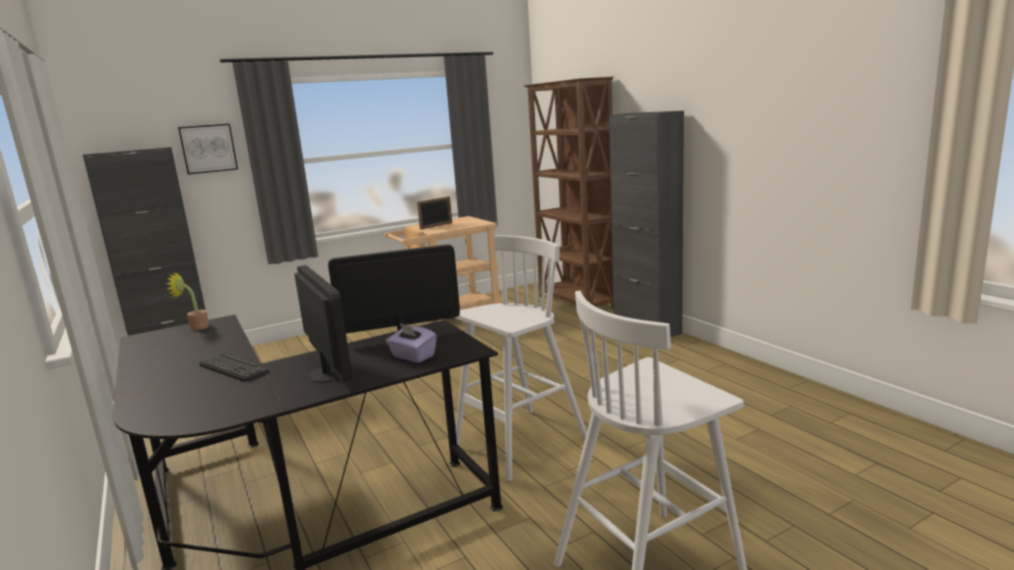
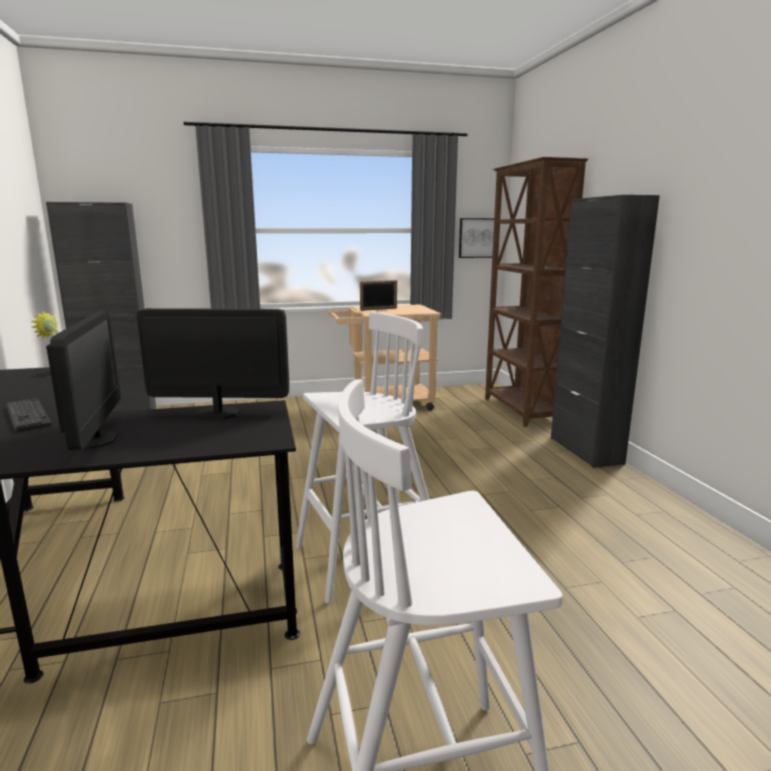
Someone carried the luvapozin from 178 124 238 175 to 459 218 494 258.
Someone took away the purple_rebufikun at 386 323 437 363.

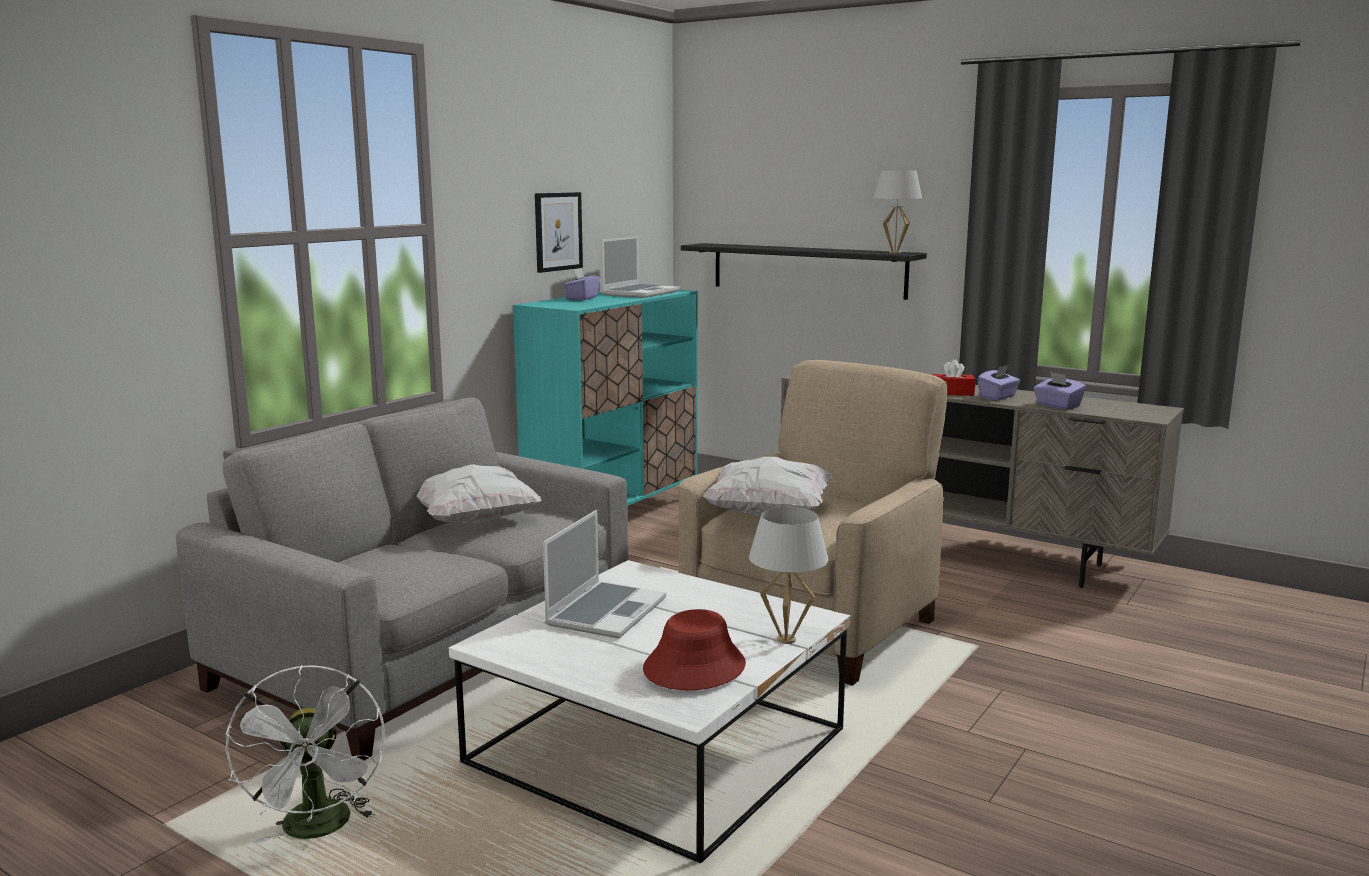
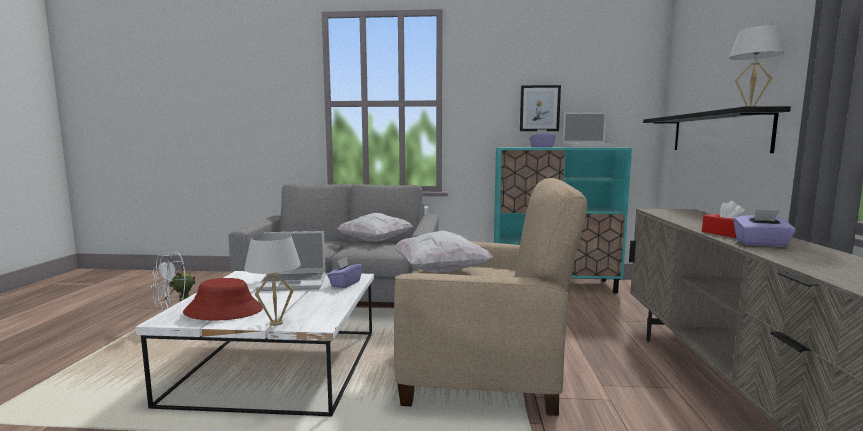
Someone carried the purple_rebufikun from 1034 372 1086 409 to 327 257 362 288.

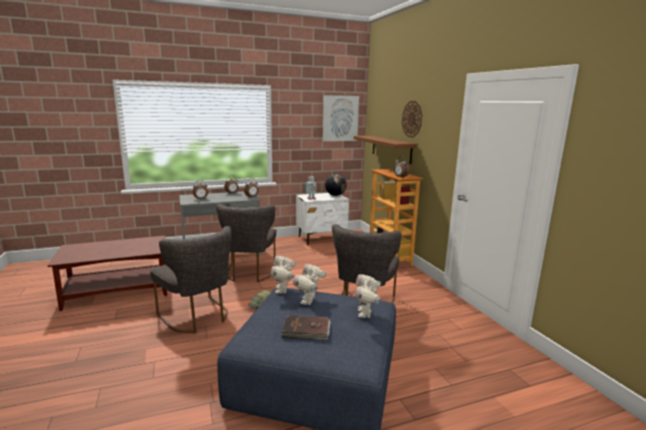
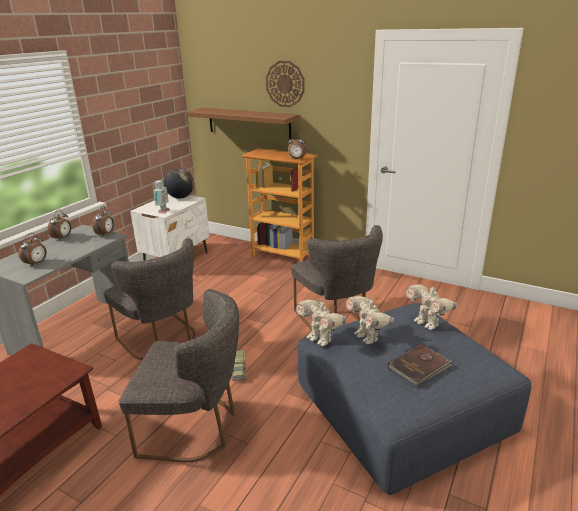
Someone took away the luvapozin at 323 95 359 141.

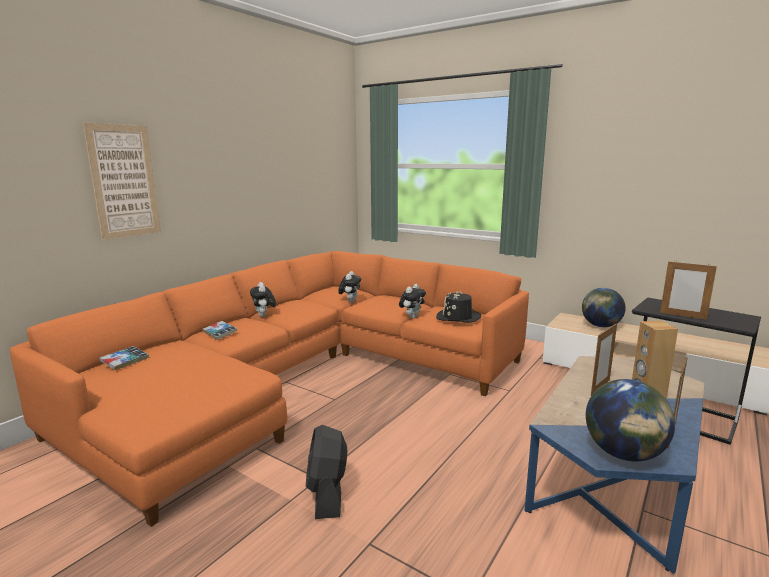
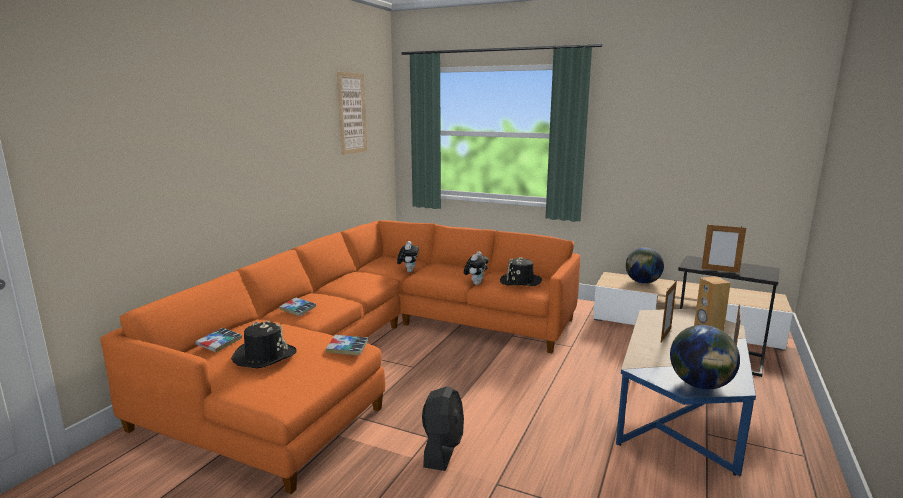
Someone carried the luvapozin from 83 123 161 240 to 337 72 367 155.
Someone took away the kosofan at 250 282 276 317.
Someone rotated the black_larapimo at 306 425 347 519 by 150 degrees counterclockwise.
Someone put down the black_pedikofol at 231 320 297 368.
Someone put down the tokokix at 326 335 368 355.

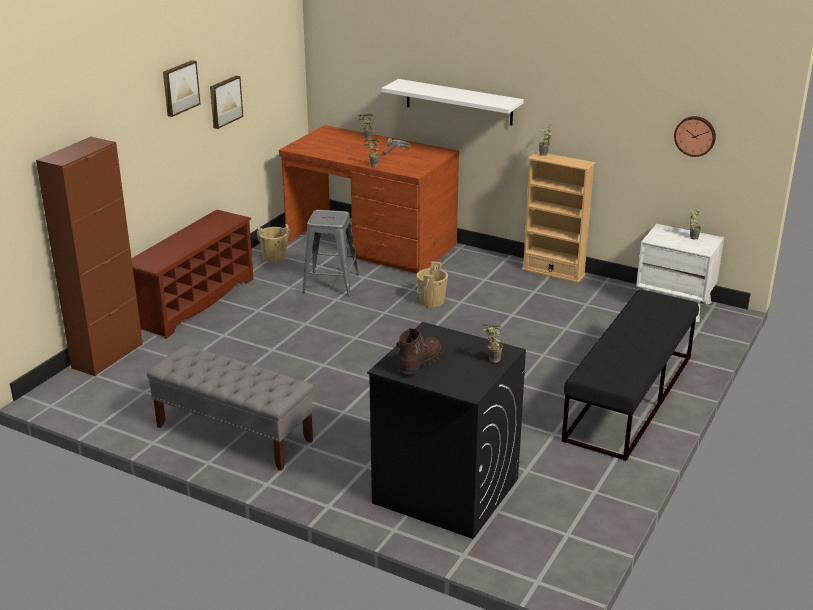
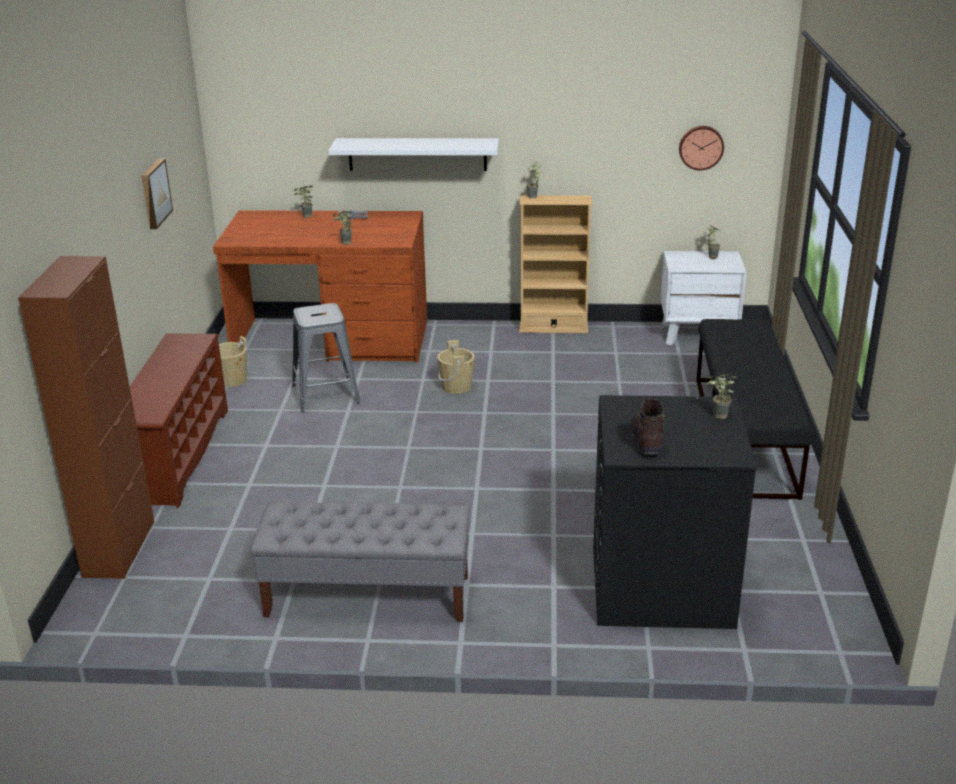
Someone took away the luvapozin at 163 60 201 117.

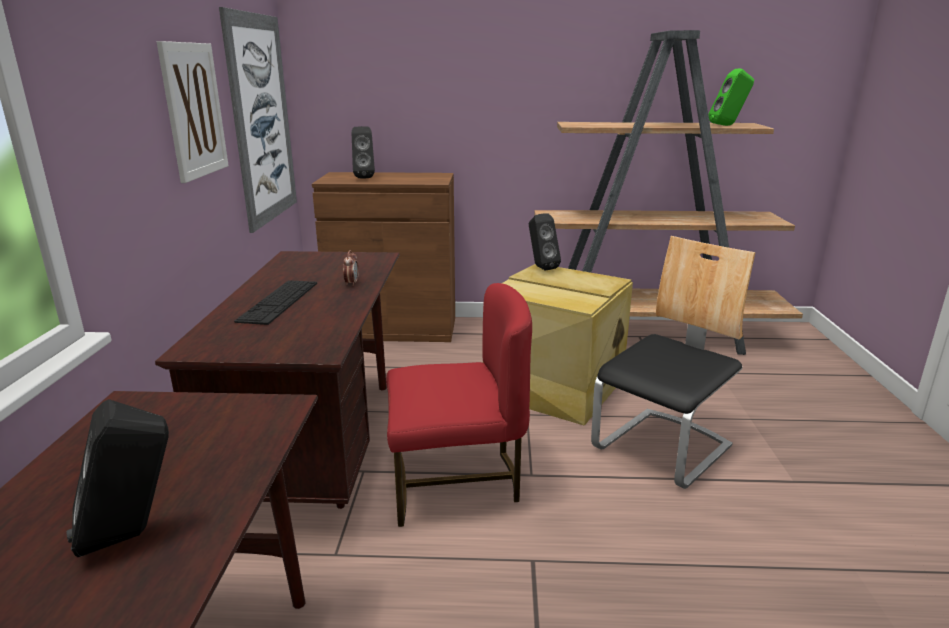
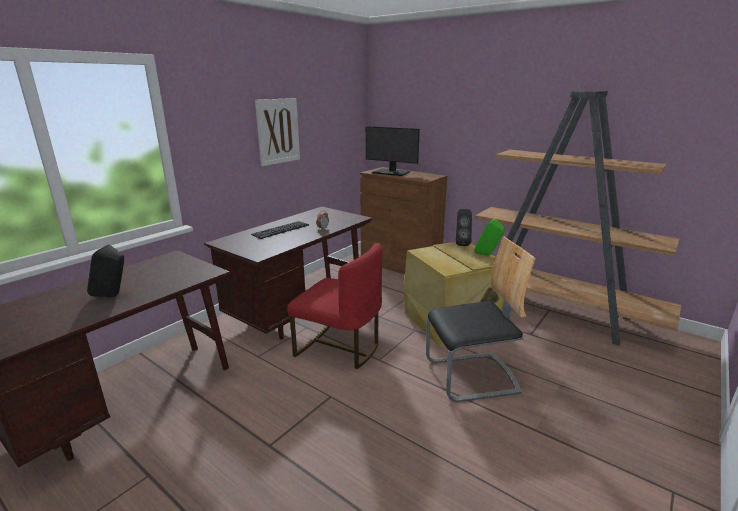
Someone took away the luvapozin at 219 7 297 233.
Someone swapped the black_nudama at 352 126 375 179 for the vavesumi at 366 126 420 176.
Someone carried the green_nudama from 709 69 754 126 to 474 219 505 256.

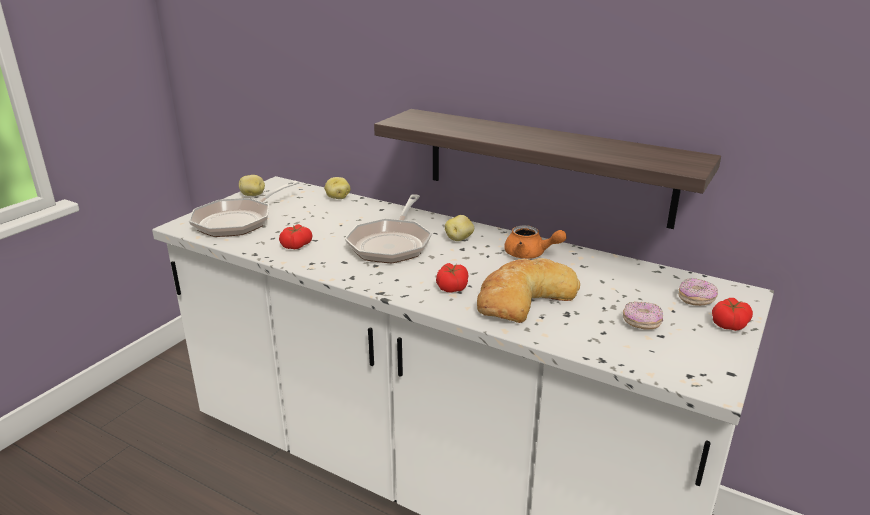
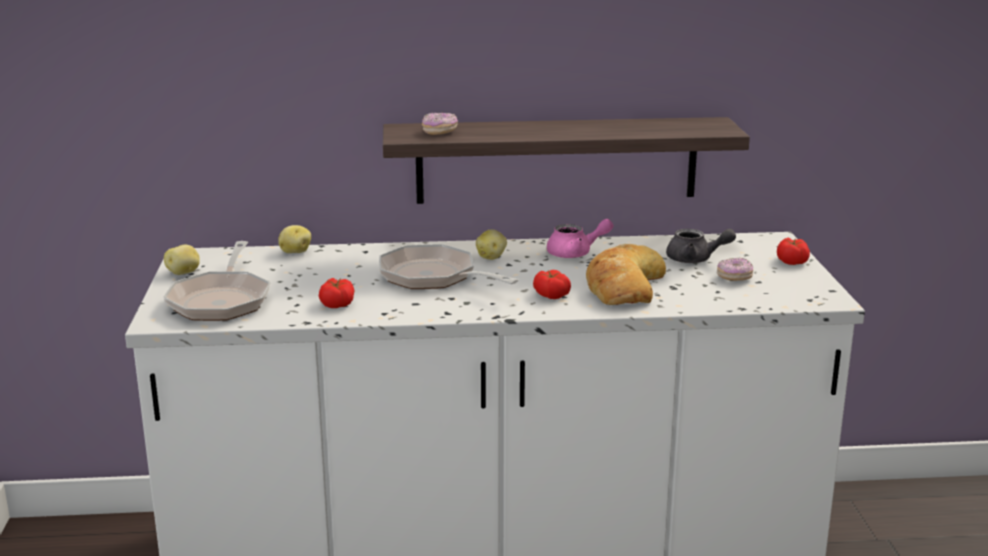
Someone rotated the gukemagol at 345 194 432 263 by 150 degrees clockwise.
Someone repainted the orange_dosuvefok at 504 225 567 259, which became the pink_dosuvefok at 547 219 614 258.
Someone carried the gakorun from 678 278 718 306 to 422 113 458 135.
Someone put down the grey_dosuvefok at 666 229 736 263.

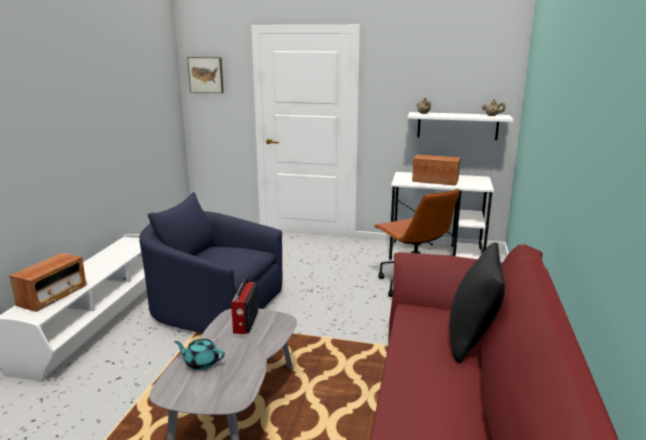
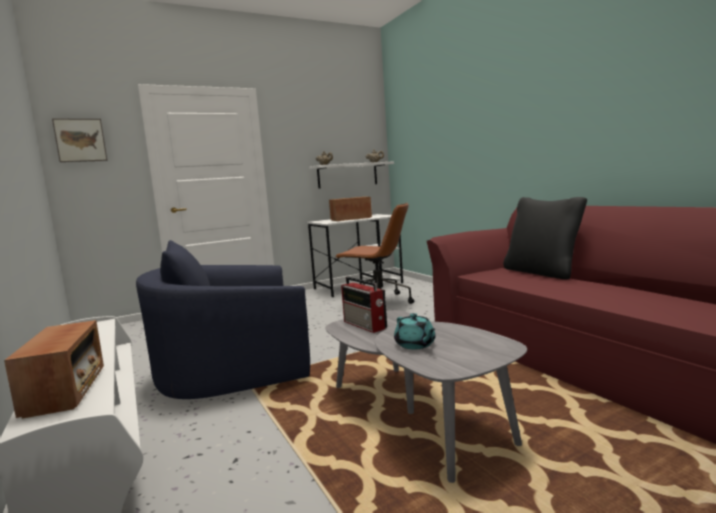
Someone rotated the turquoise_dosuvefok at 174 339 225 370 by 90 degrees counterclockwise.

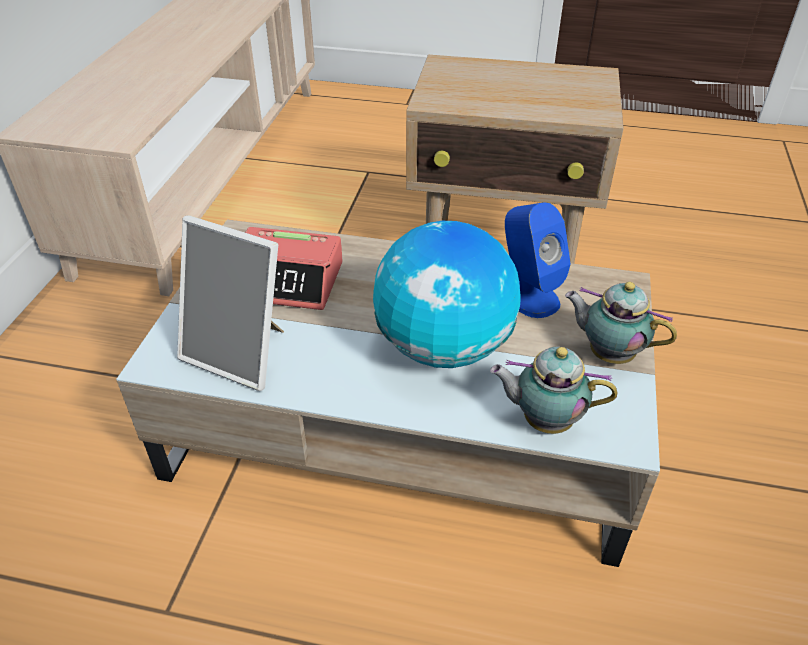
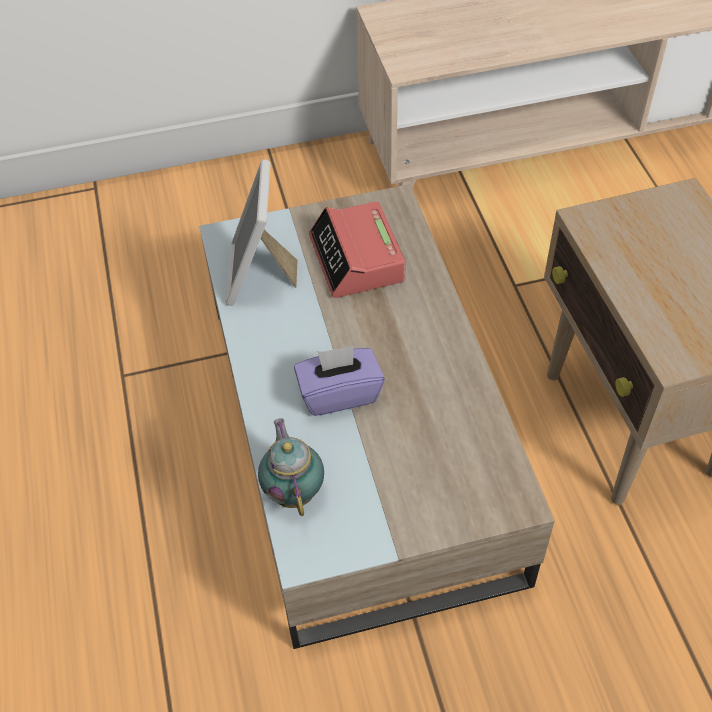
Someone swapped the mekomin at 373 221 521 368 for the purple_rebufikun at 294 346 385 416.
Someone took away the blue_nudama at 505 202 571 318.
Someone took away the dosuvefok at 565 282 677 364.

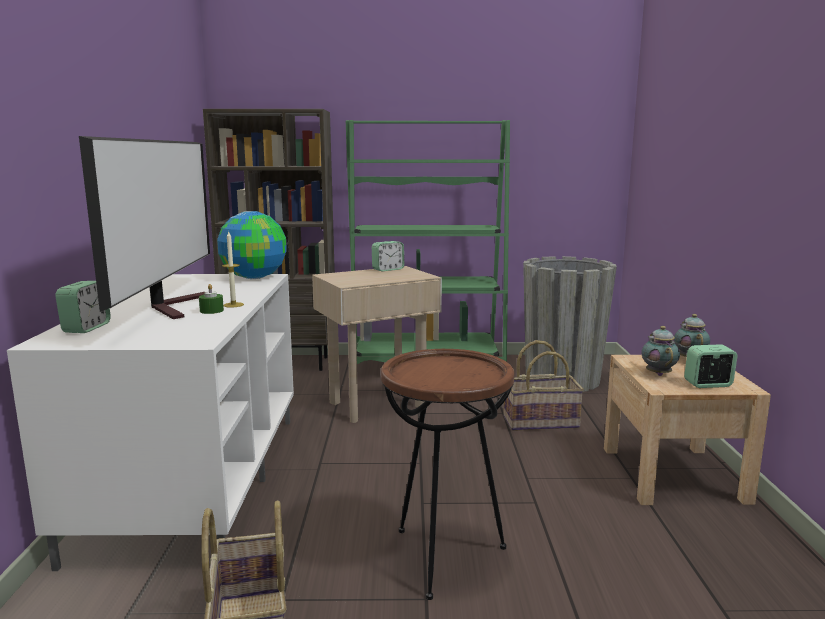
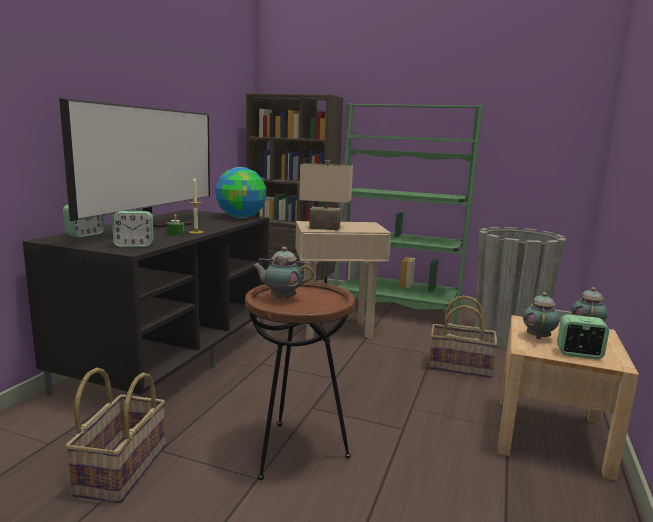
Someone repainted the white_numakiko at 7 274 294 571, which became the black_numakiko at 22 210 269 397.
Someone carried the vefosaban from 372 241 404 272 to 112 211 154 247.
Someone put down the dosuvefok at 252 247 314 300.
Someone put down the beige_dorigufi at 299 160 353 230.

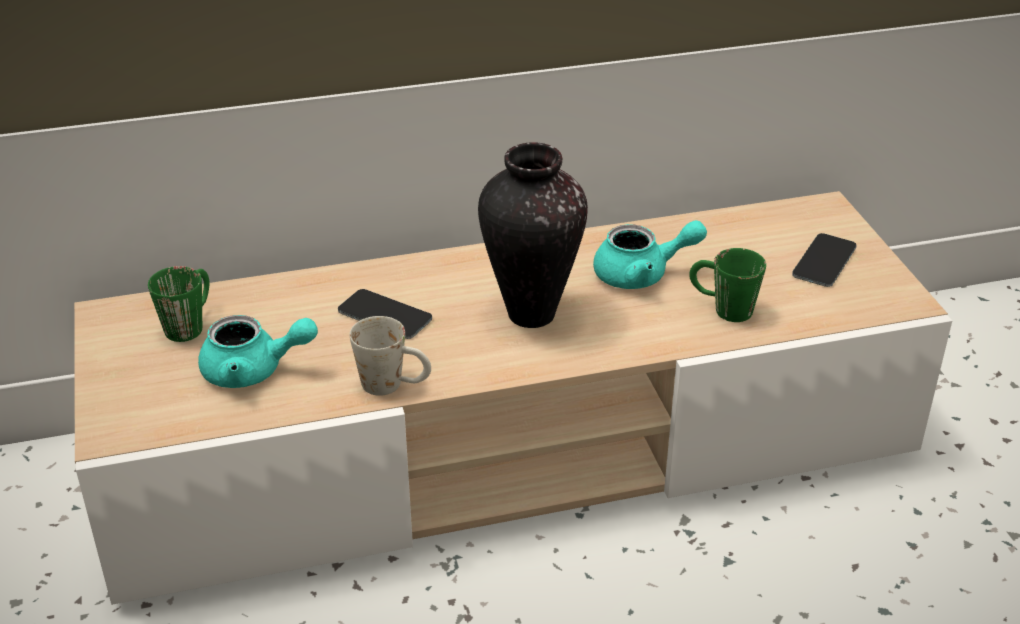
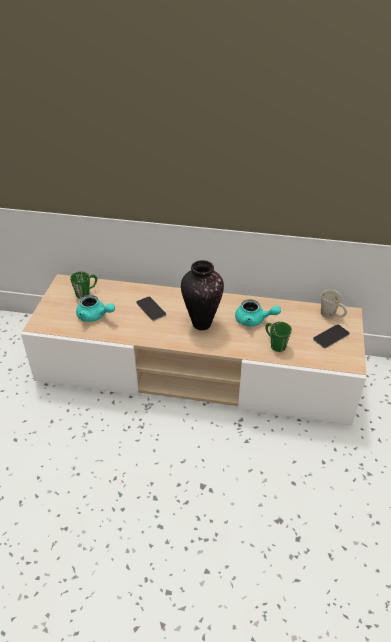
Someone carried the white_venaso from 350 316 431 396 to 321 290 347 318.

